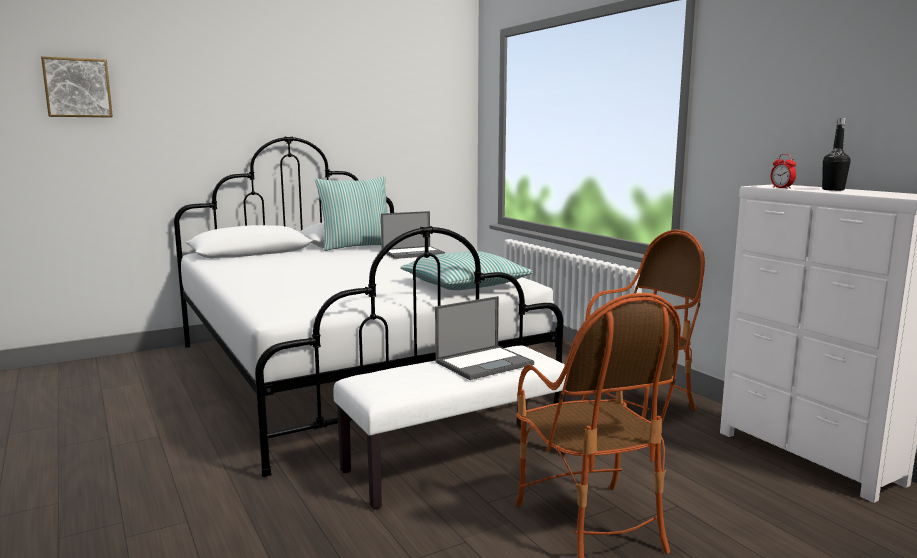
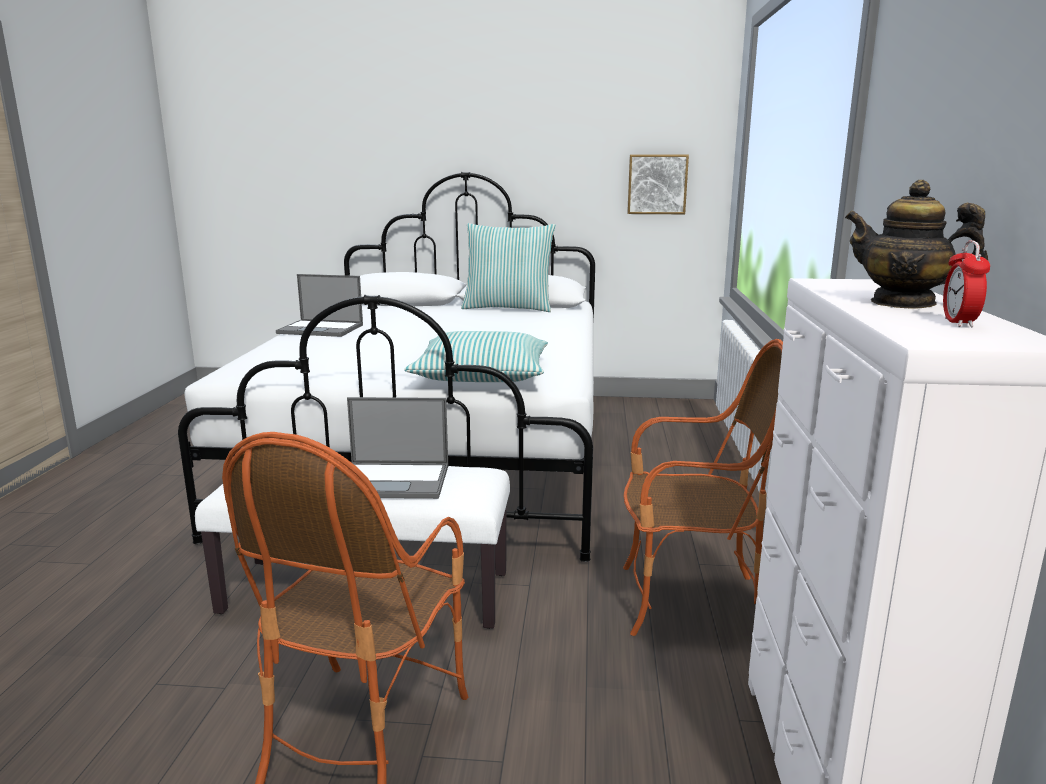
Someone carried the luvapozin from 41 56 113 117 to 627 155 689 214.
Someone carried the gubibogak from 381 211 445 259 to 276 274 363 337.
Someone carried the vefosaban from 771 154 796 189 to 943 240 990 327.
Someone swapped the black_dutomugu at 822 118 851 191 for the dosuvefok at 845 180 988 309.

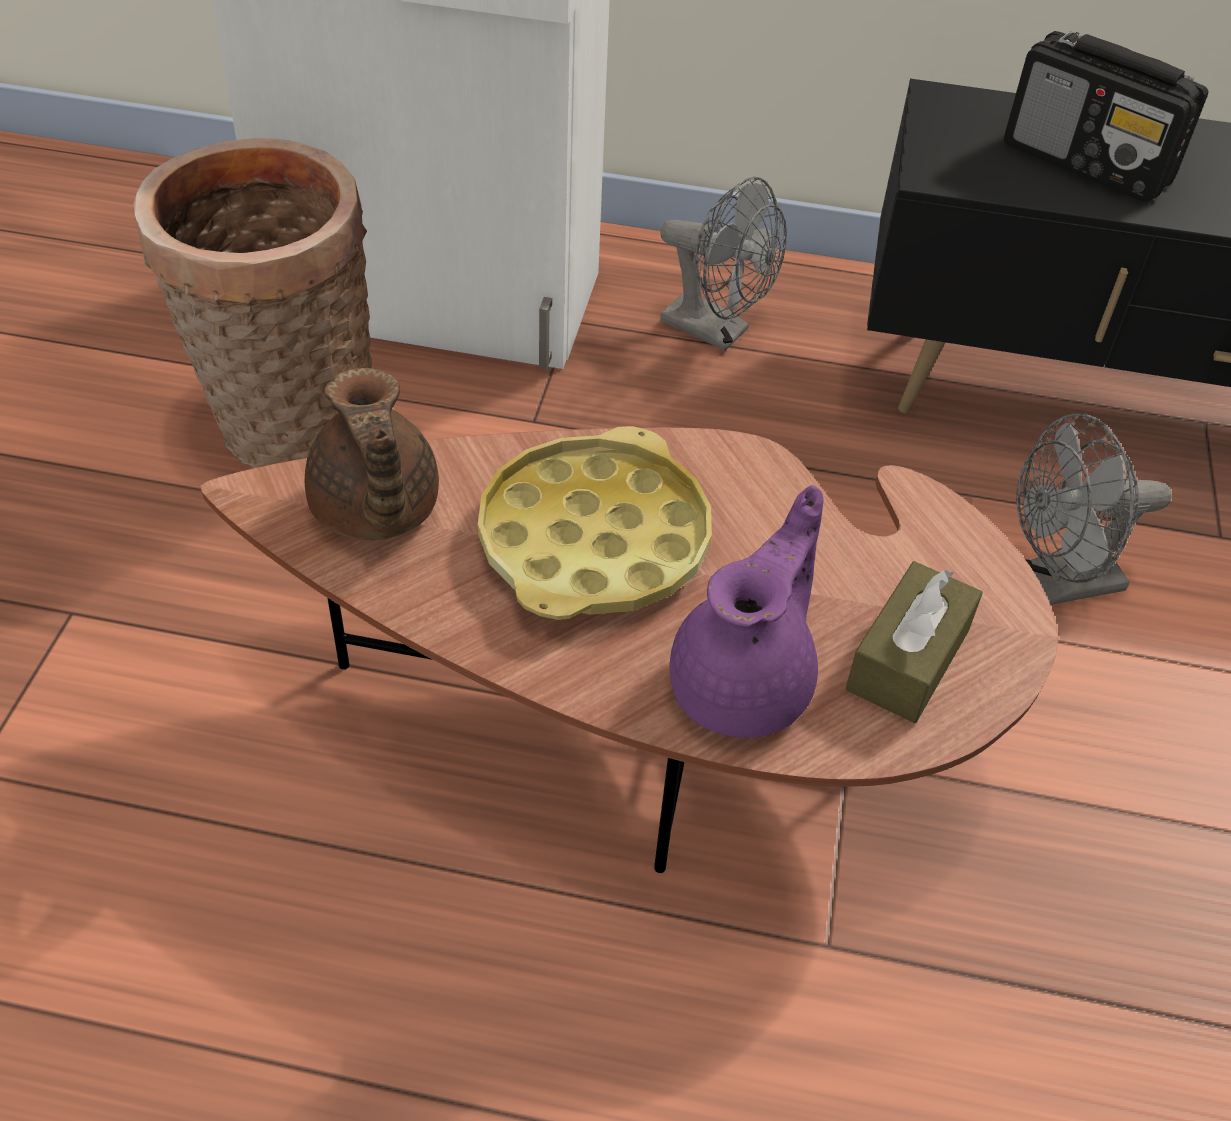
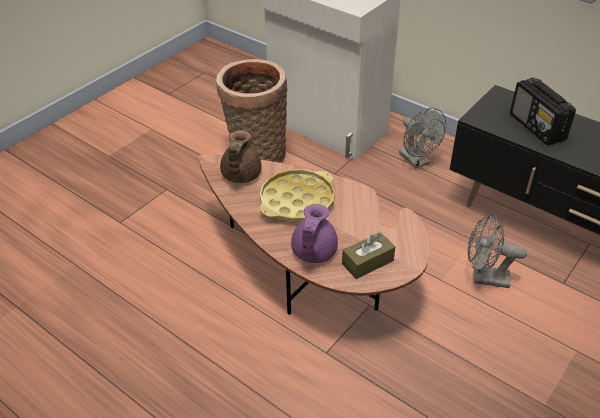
Someone rotated the purple_dosuvefok at 670 485 824 738 by 135 degrees clockwise.

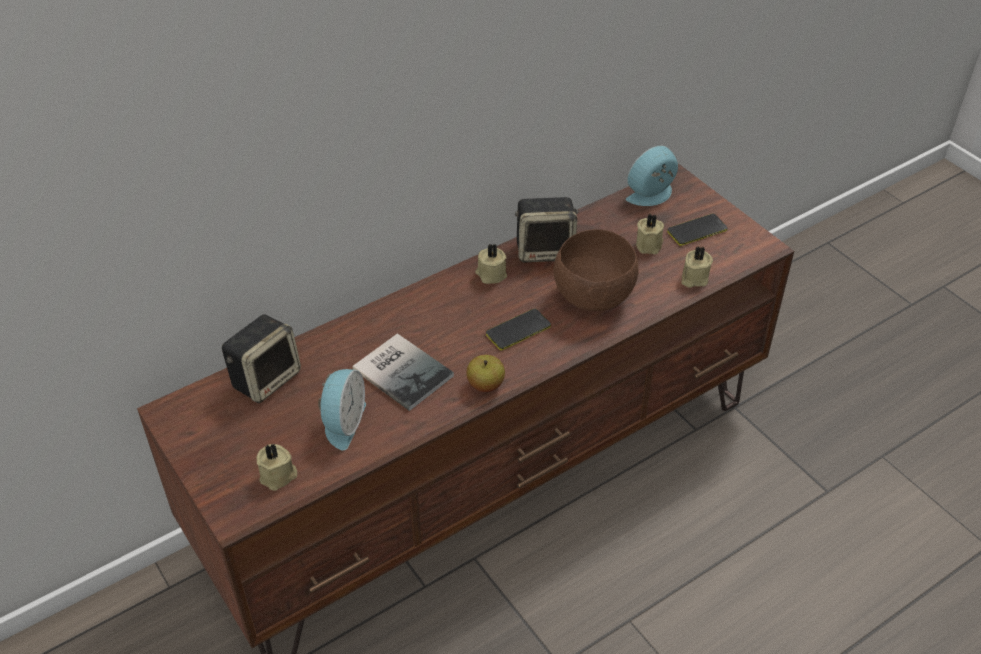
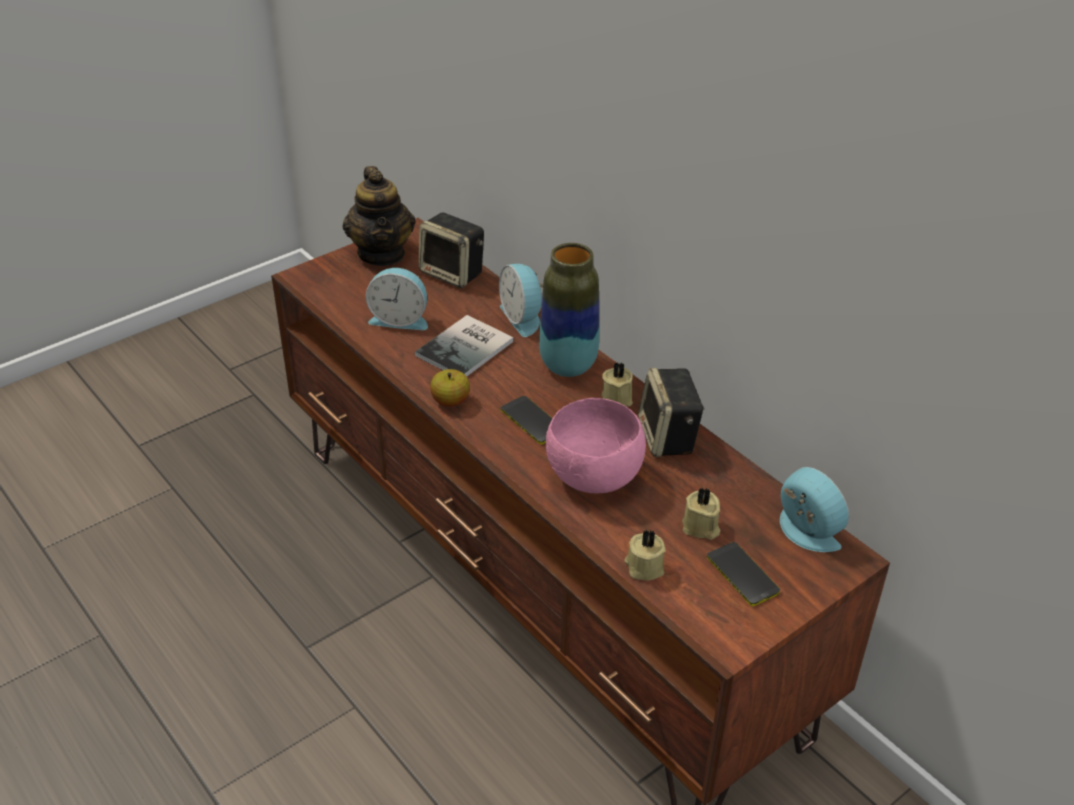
Someone took away the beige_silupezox at 257 444 297 491.
Someone repainted the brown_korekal at 553 229 639 311, which became the pink_korekal at 546 398 646 493.
Someone put down the dosuvefok at 343 166 415 266.
Someone put down the vefosaban at 499 264 543 337.
Someone put down the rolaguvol at 539 243 599 377.

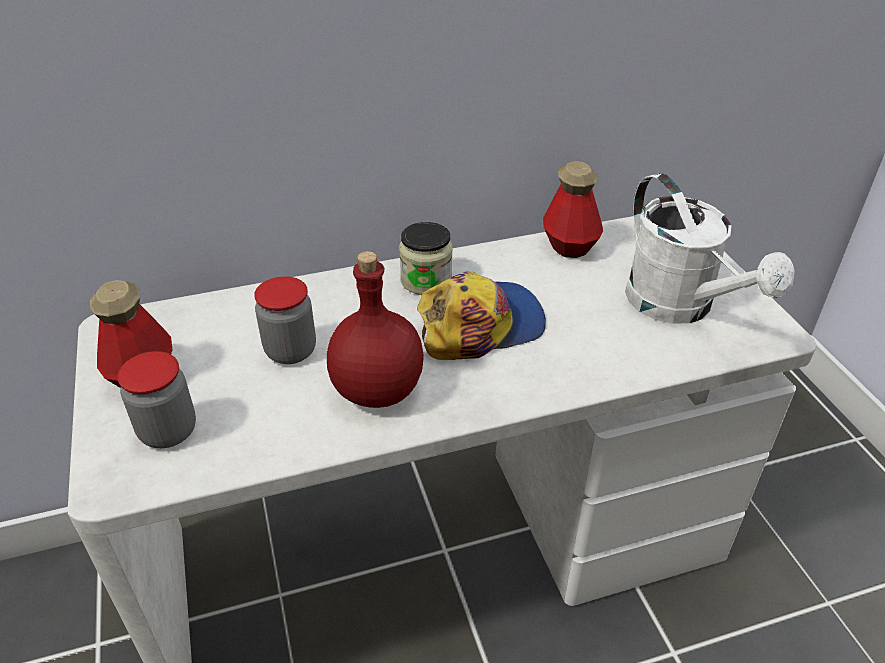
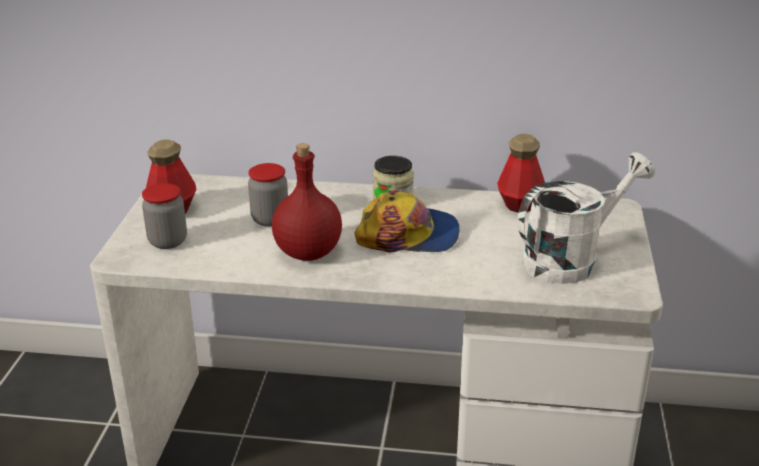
Someone rotated the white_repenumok at 625 173 795 324 by 120 degrees counterclockwise.

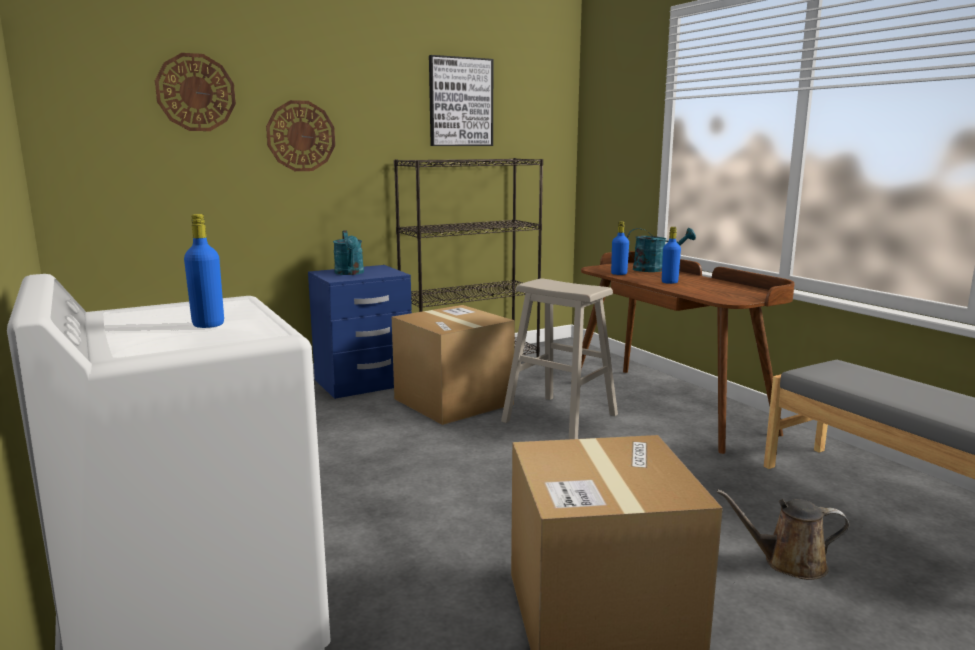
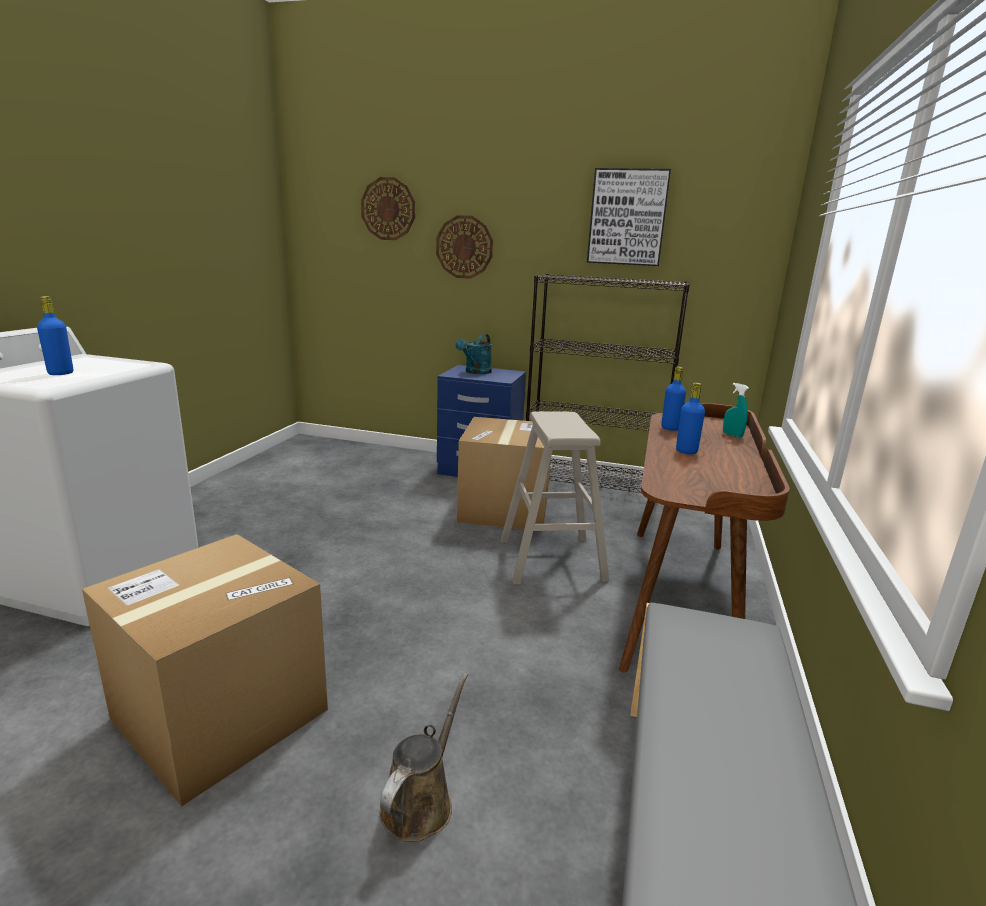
Someone swapped the turquoise_repenumok at 627 228 696 272 for the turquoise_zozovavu at 723 383 749 437.
Someone rotated the brown_repenumok at 717 489 849 580 by 60 degrees clockwise.

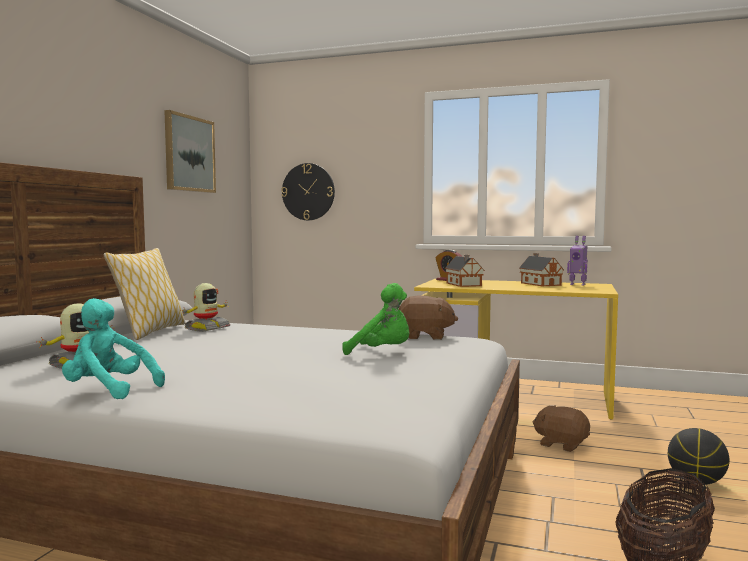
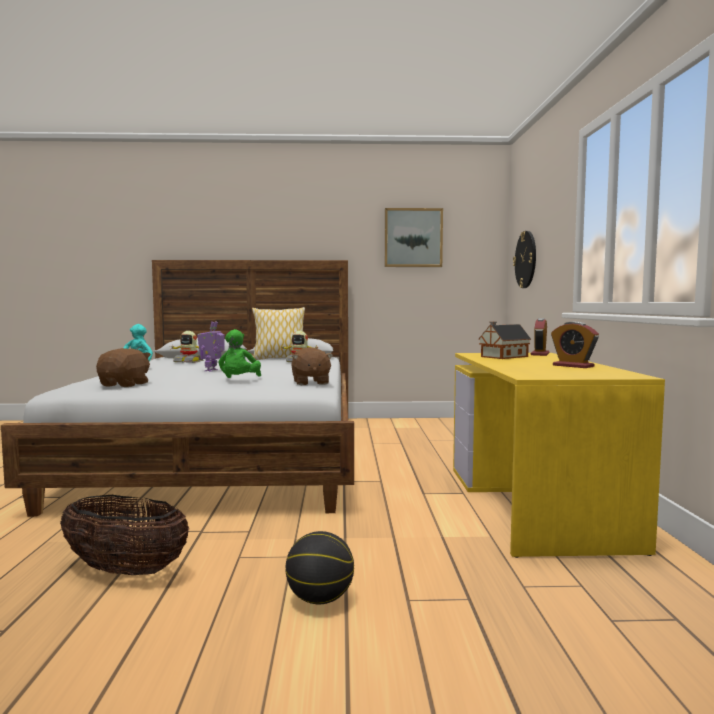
Someone swapped the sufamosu at 519 253 564 287 for the vefosaban at 551 321 599 368.
Someone carried the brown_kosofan from 533 405 590 452 to 96 348 151 387.
Someone carried the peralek from 567 236 588 286 to 197 322 225 372.

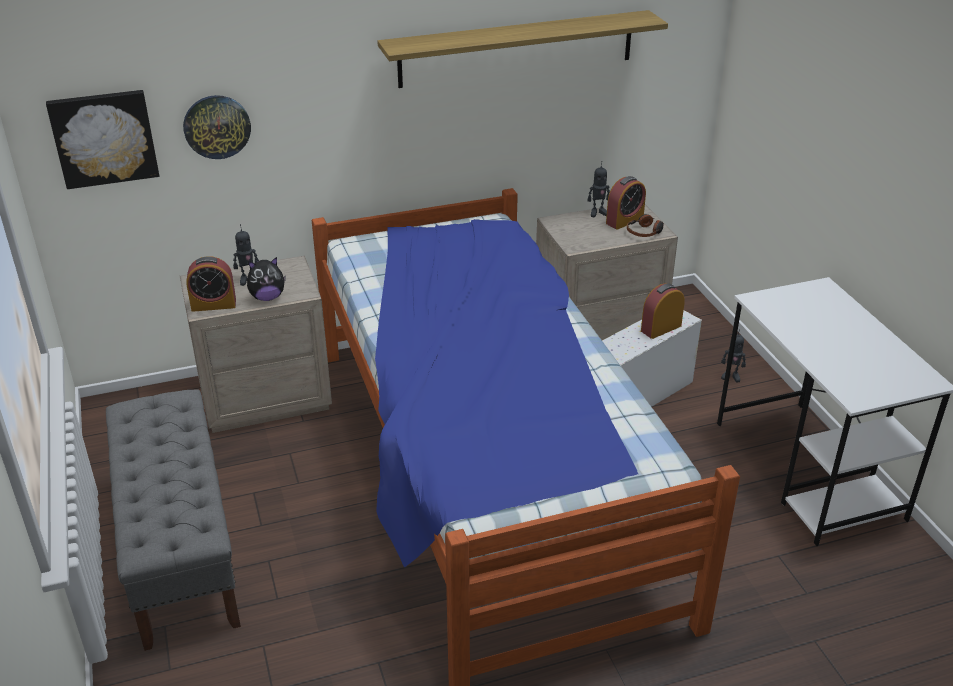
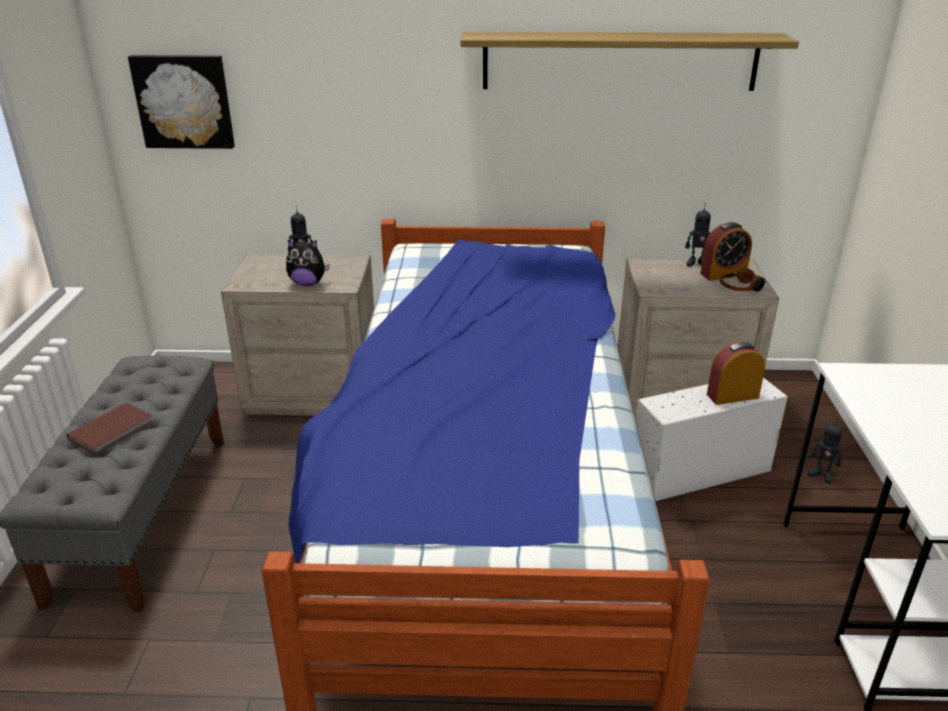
Someone took away the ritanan at 183 95 251 159.
Someone took away the vefosaban at 186 256 236 312.
Someone put down the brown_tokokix at 67 403 154 455.

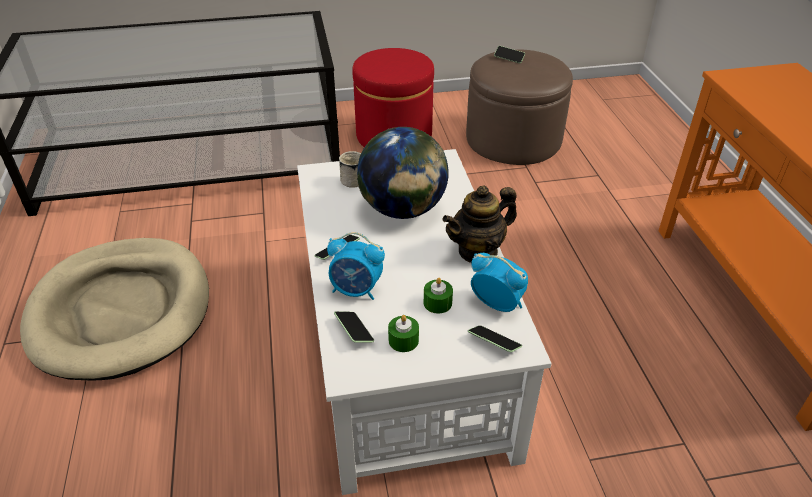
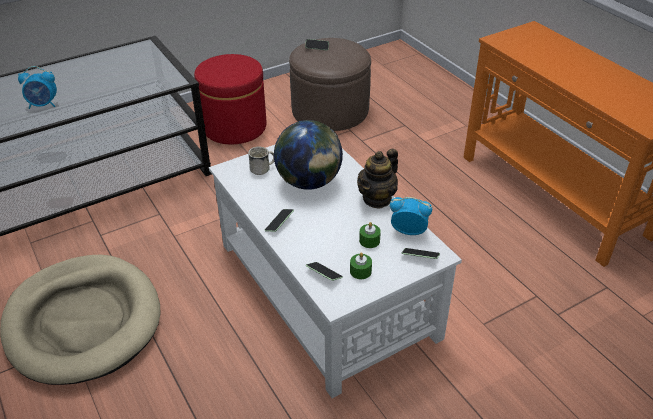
Someone carried the vefosaban from 327 232 385 300 to 18 66 57 109.

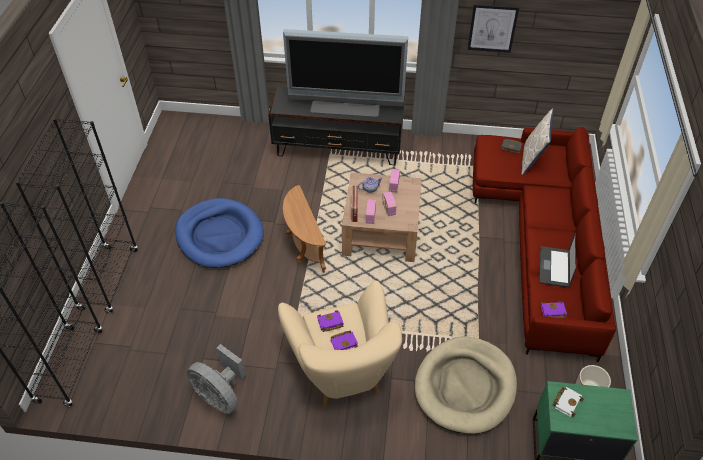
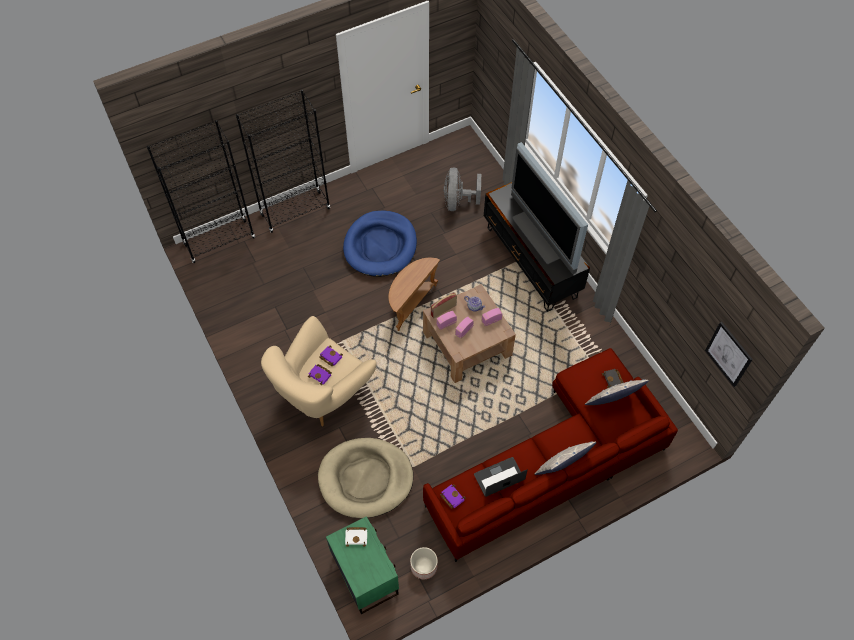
Someone carried the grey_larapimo from 187 344 246 414 to 444 168 481 211.
Someone carried the luvapozin from 468 4 519 53 to 705 322 753 387.
Someone put down the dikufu at 535 441 596 475.

